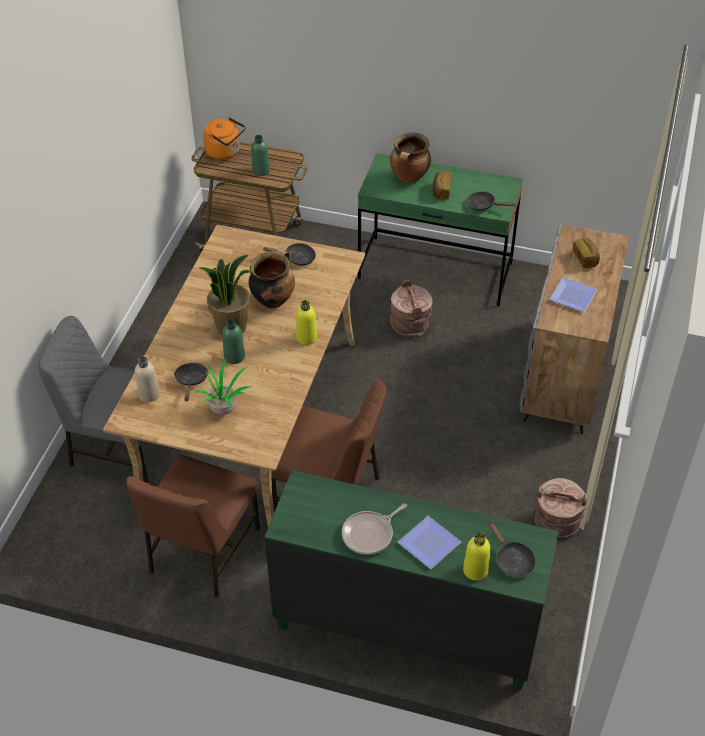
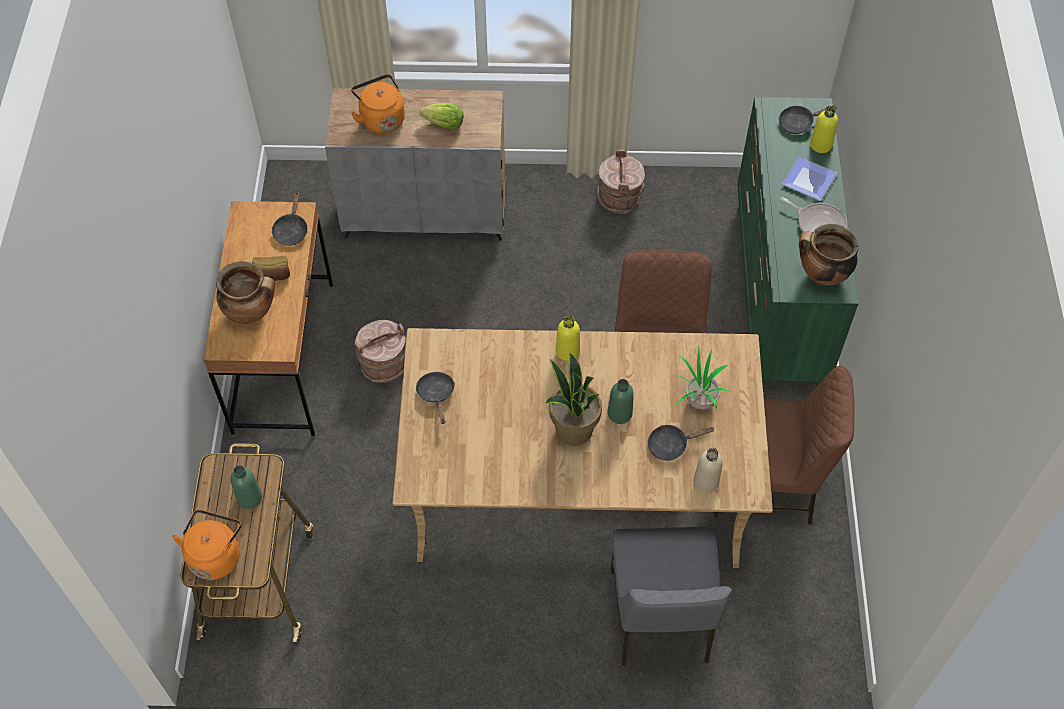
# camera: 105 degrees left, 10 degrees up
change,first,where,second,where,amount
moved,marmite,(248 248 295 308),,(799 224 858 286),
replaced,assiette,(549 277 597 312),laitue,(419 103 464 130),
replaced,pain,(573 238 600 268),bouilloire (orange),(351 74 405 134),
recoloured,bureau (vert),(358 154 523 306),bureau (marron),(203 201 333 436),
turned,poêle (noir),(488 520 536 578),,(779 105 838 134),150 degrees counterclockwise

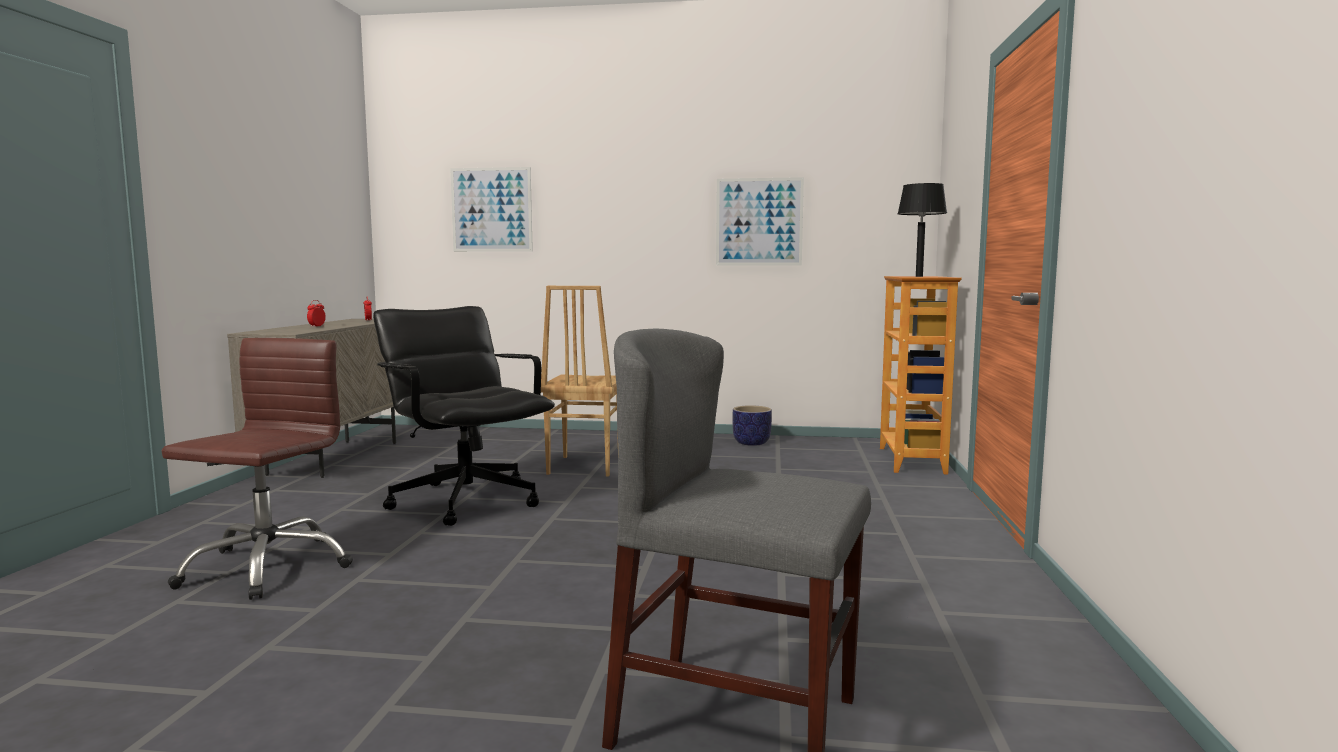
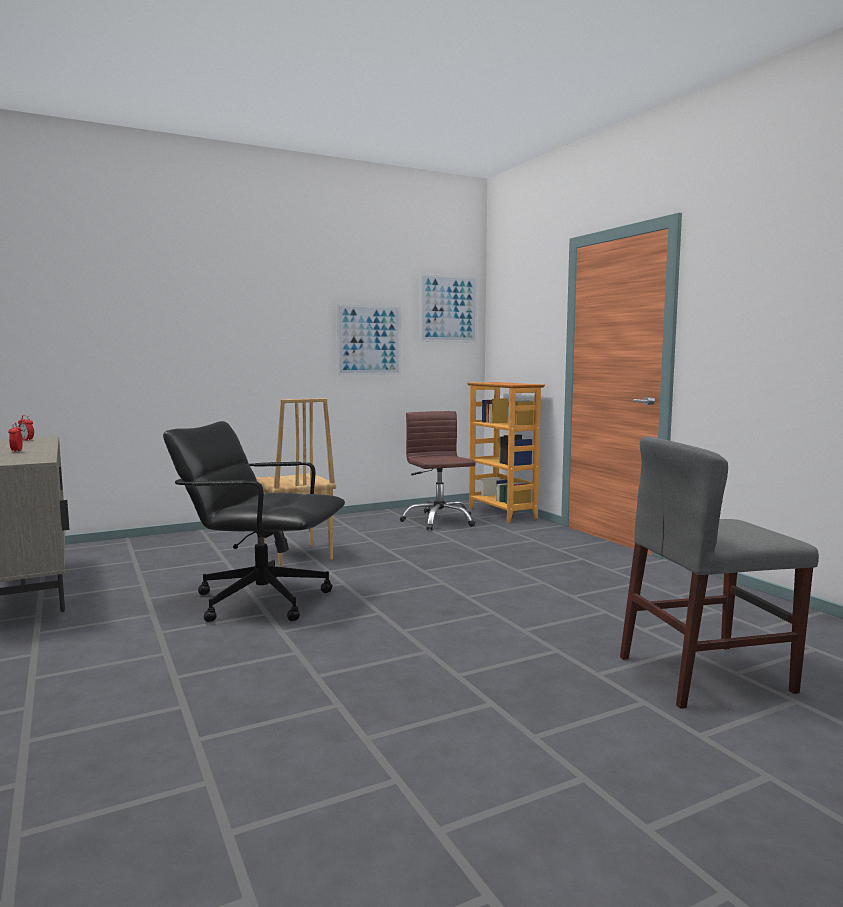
# camera: 35 degrees left, 0 degrees up
change,first,where,second,where,amount
removed,cache-pot,(732 405 772 446),,,
removed,lampe de table (noir),(898 183 947 277),,,
moved,chaise de bureau (marron),(162 338 353 600),,(400 411 476 530),
moved,tableau,(450 167 533 252),,(420 274 478 343),

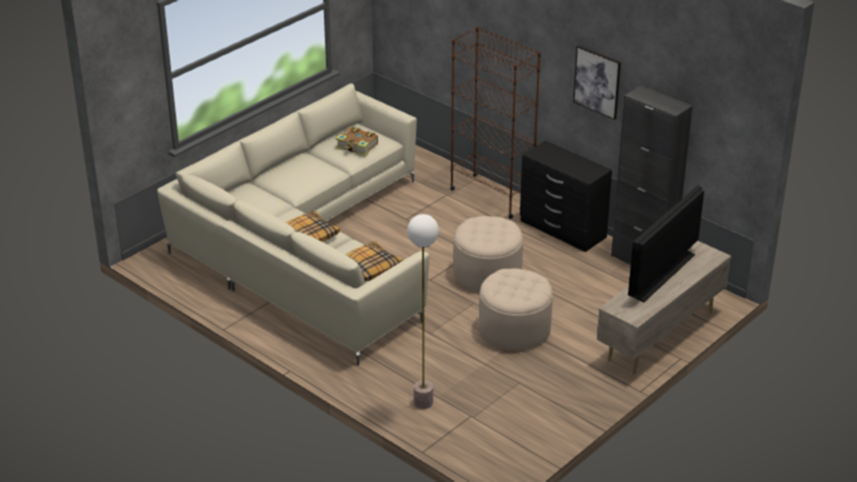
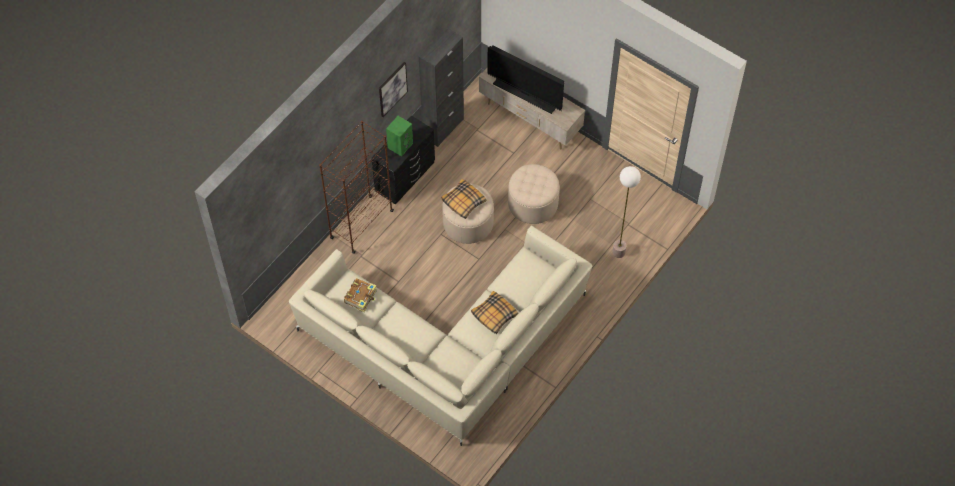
# camera: 95 degrees left, 25 degrees up
change,first,where,second,where,amount
added,,,enceinte (vert),(386 116 413 156),
moved,coussin,(345 241 403 282),,(441 179 487 219),

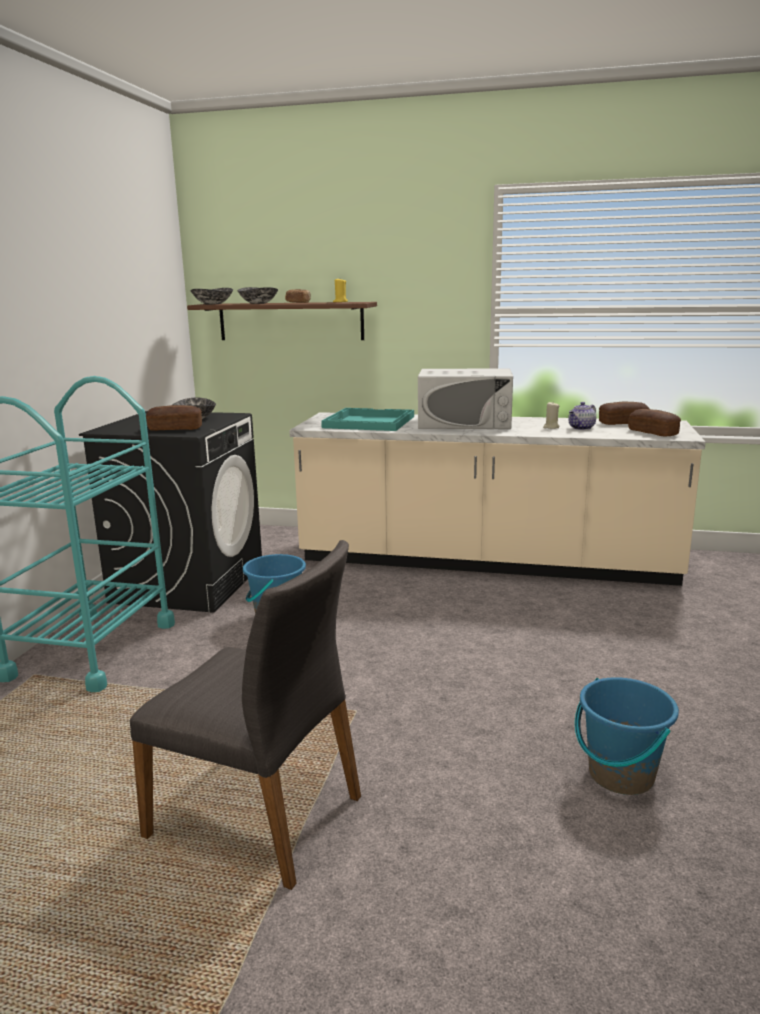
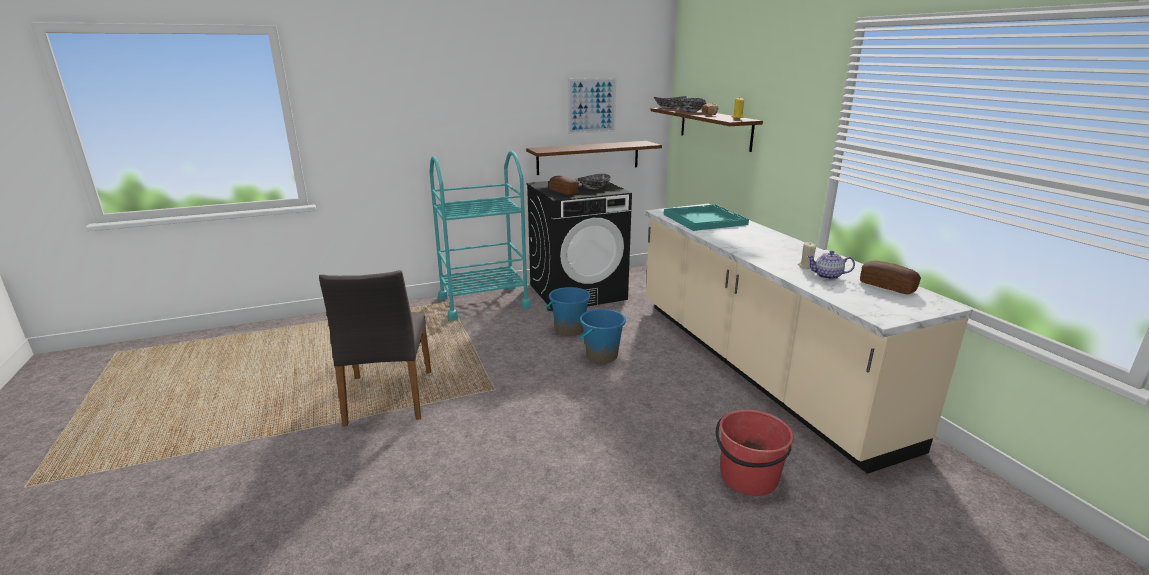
# camera: 55 degrees right, 5 degrees up
change,first,where,second,where,amount
removed,micro-ondes (blanc),(418 368 513 429),,,
removed,pain,(628 409 681 436),,,
added,,,étagère (marron),(526 141 662 175),
added,,,tableau,(568 78 616 134),
added,,,seau (rouge),(716 409 794 496),
moved,seau (bleu),(575 677 679 795),,(579 309 626 363),

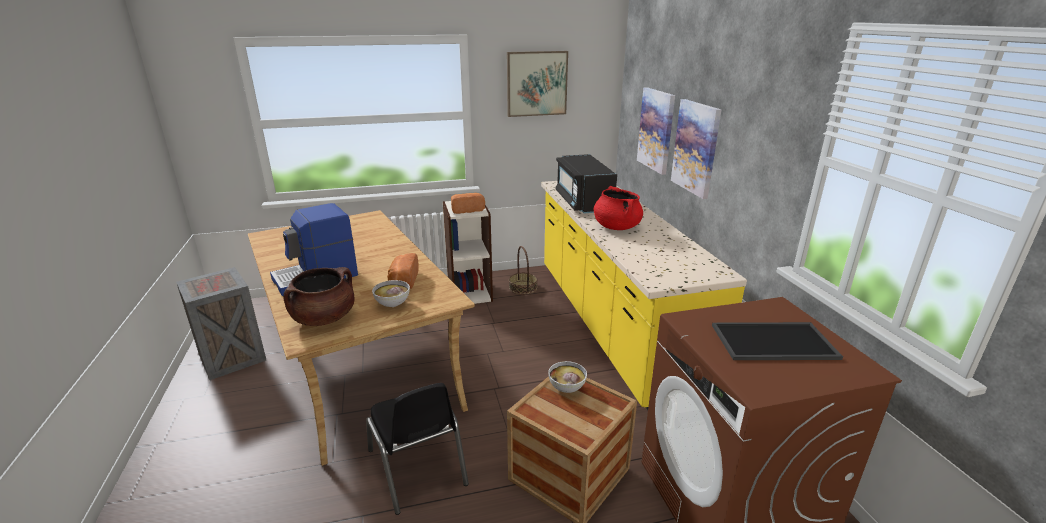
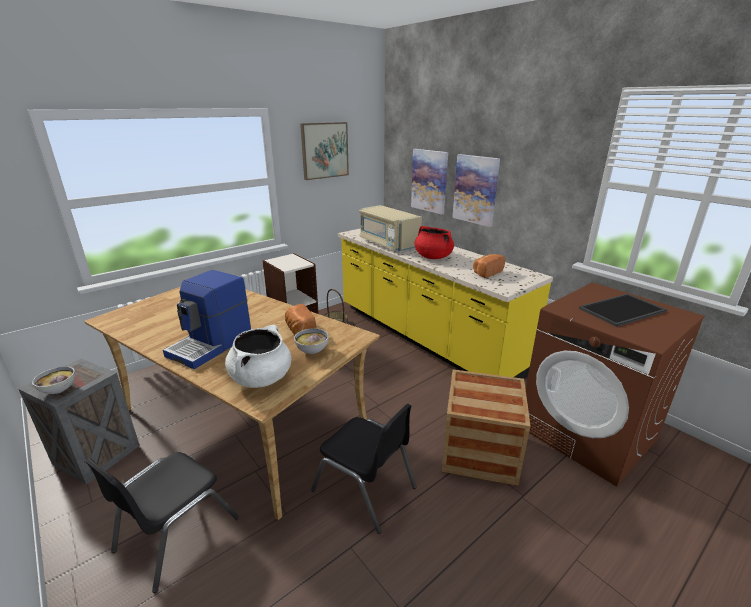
# camera: 25 degrees left, 0 degrees up
change,first,where,second,where,amount
added,,,chaise (noir),(84 452 239 593),
moved,pain,(451 193 485 214),,(473 254 505 278),
moved,bol,(548 361 587 393),,(32 366 75 394),
recoloured,marmite (marron),(283 267 354 326),marmite (blanc),(225 325 291 388),
recoloured,micro-ondes (noir),(555 154 617 213),micro-ondes (beige),(359 205 422 251),

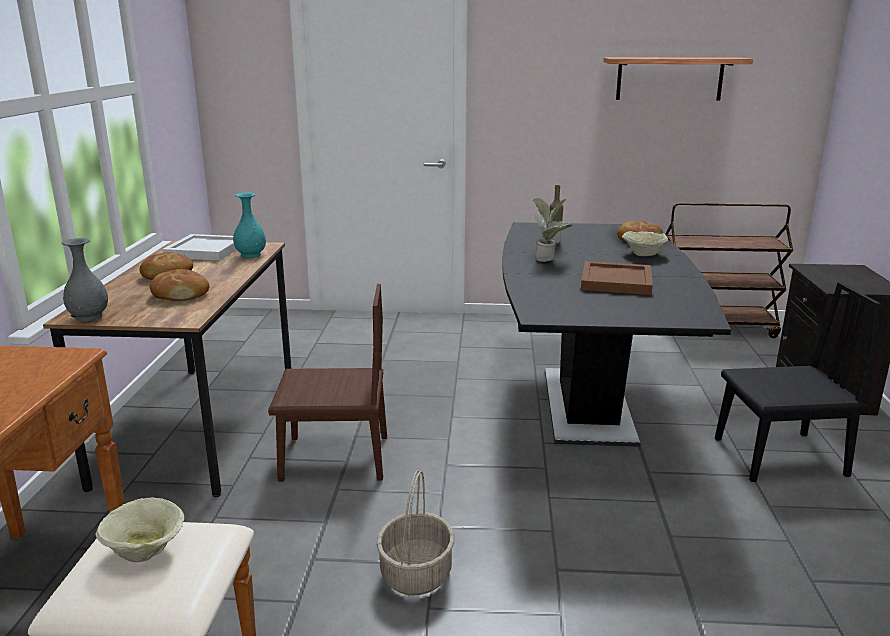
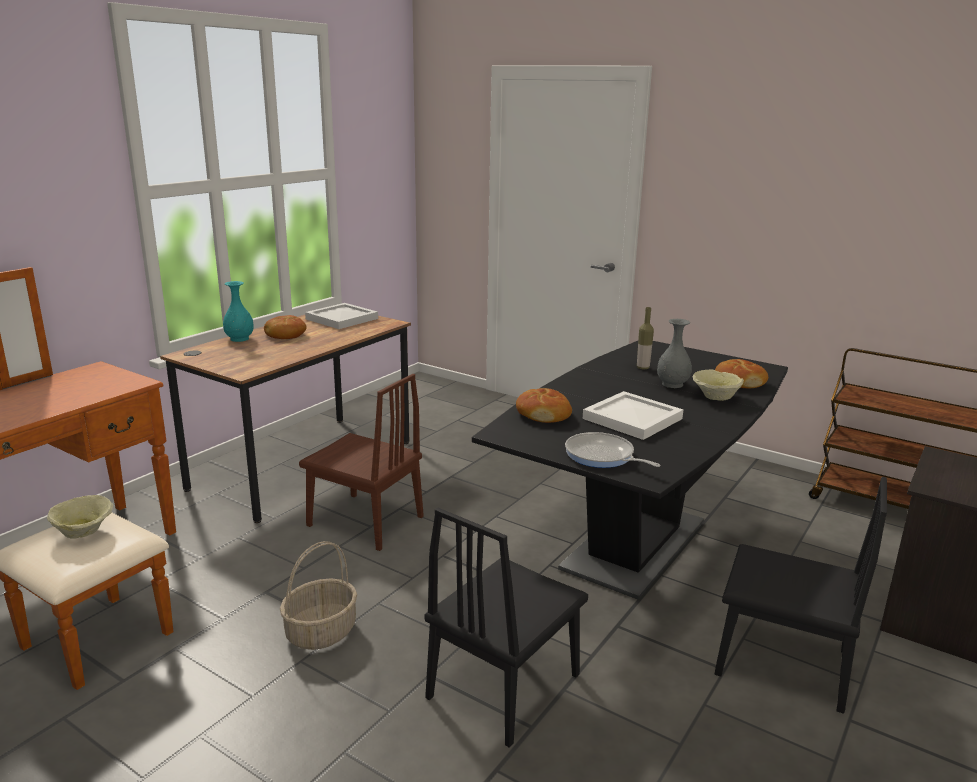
# camera: 30 degrees right, 0 degrees up
change,first,where,second,where,amount
removed,plante en pot,(532 198 572 262),,,
removed,étagère,(603 57 753 100),,,
added,,,chaise (noir),(425 508 588 748),
added,,,poêle,(565 432 660 468),
moved,vase (gris),(62 238 108 322),,(657 319 692 388),
moved,pain,(150 269 210 301),,(516 388 572 423),
moved,vase (turquoise),(233 193 266 258),,(223 281 254 342),
recoloured,plateau (marron),(581 261 653 295),plateau (blanc),(583 391 683 440),

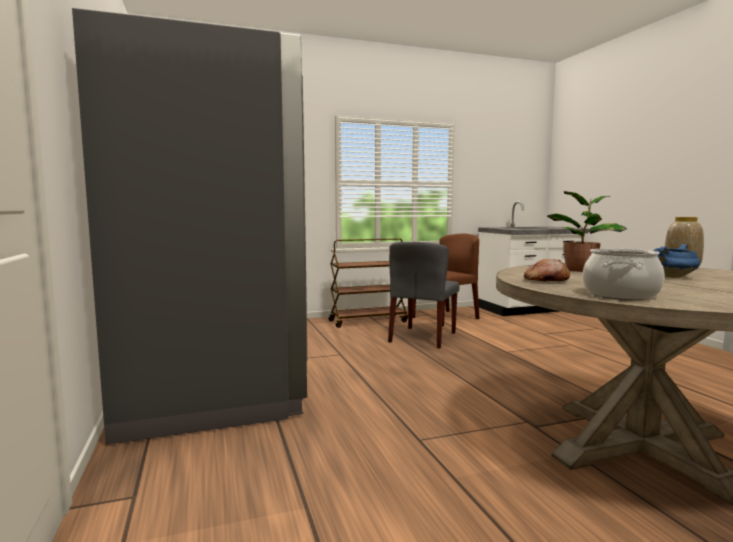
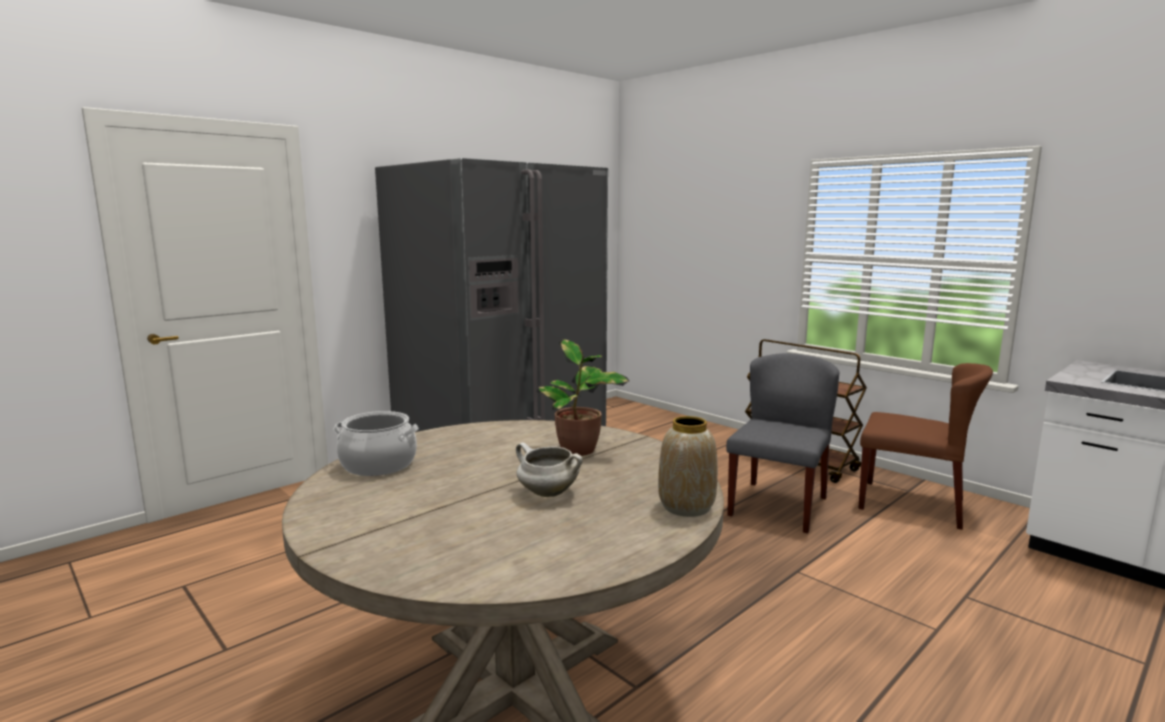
# camera: 65 degrees right, 5 degrees up
change,first,where,second,where,amount
removed,pain,(524 259 570 282),,,
recoloured,marmite (bleu),(654 244 700 278),marmite (blanc),(516 442 583 497),
turned,chaise (gris),(388 242 460 349),,(726 353 839 534),120 degrees clockwise

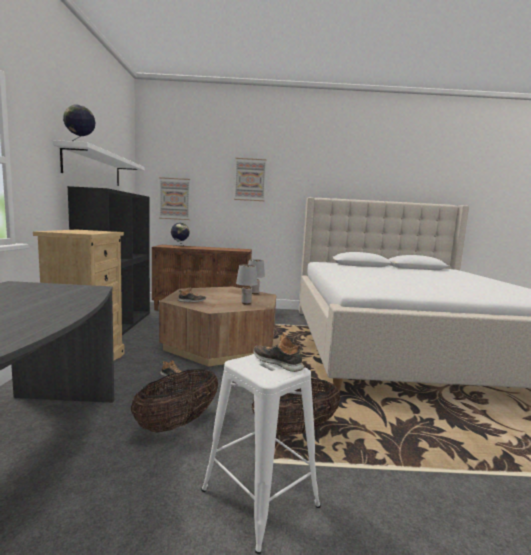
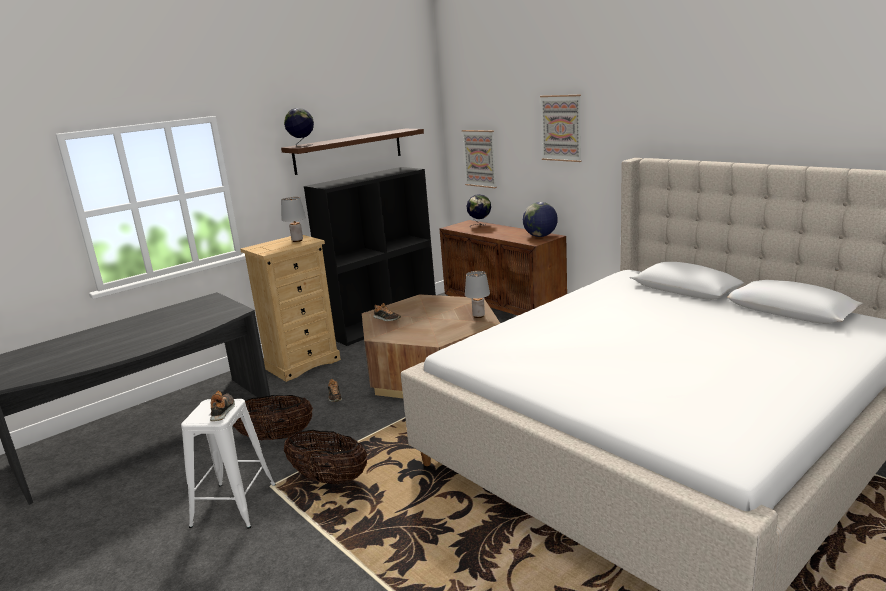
# camera: 50 degrees right, 10 degrees up
change,first,where,second,where,amount
added,,,globe,(523 202 558 237),
moved,lampe de table (gris),(236 265 258 305),,(281 197 306 242),
recoloured,étagère (blanc),(53 140 145 186),étagère (marron),(281 129 424 175),

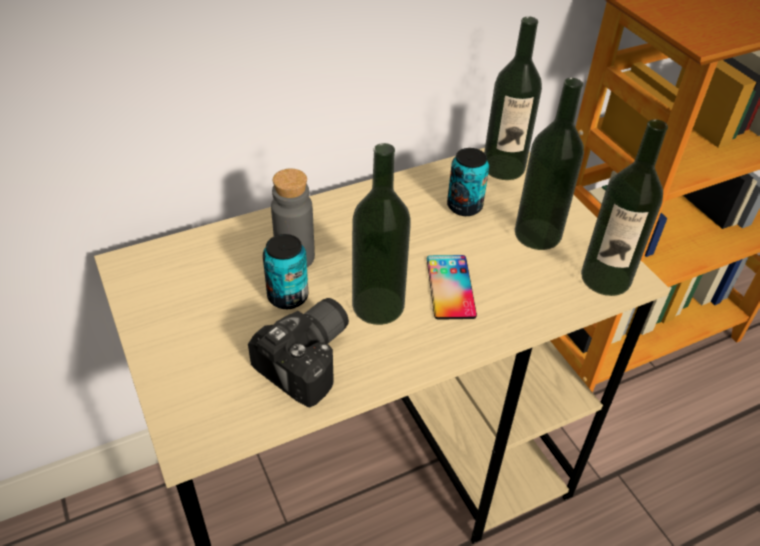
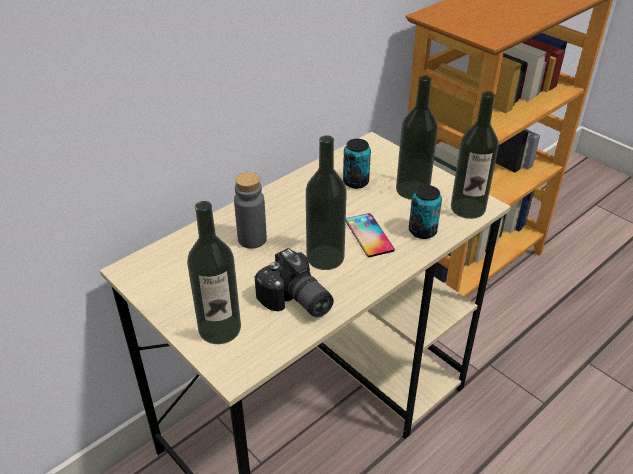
# camera: 15 degrees left, 5 degrees down
change,first,where,second,where,amount
moved,boîte métallique,(263 234 308 309),,(409 185 442 239),
moved,bouteille,(484 16 542 180),,(187 201 241 344),
turned,appareil photo,(248 298 349 407),,(255 248 334 317),120 degrees clockwise

